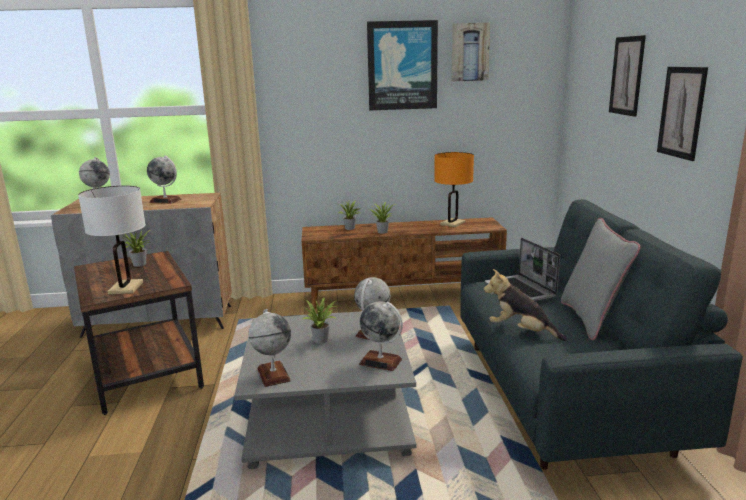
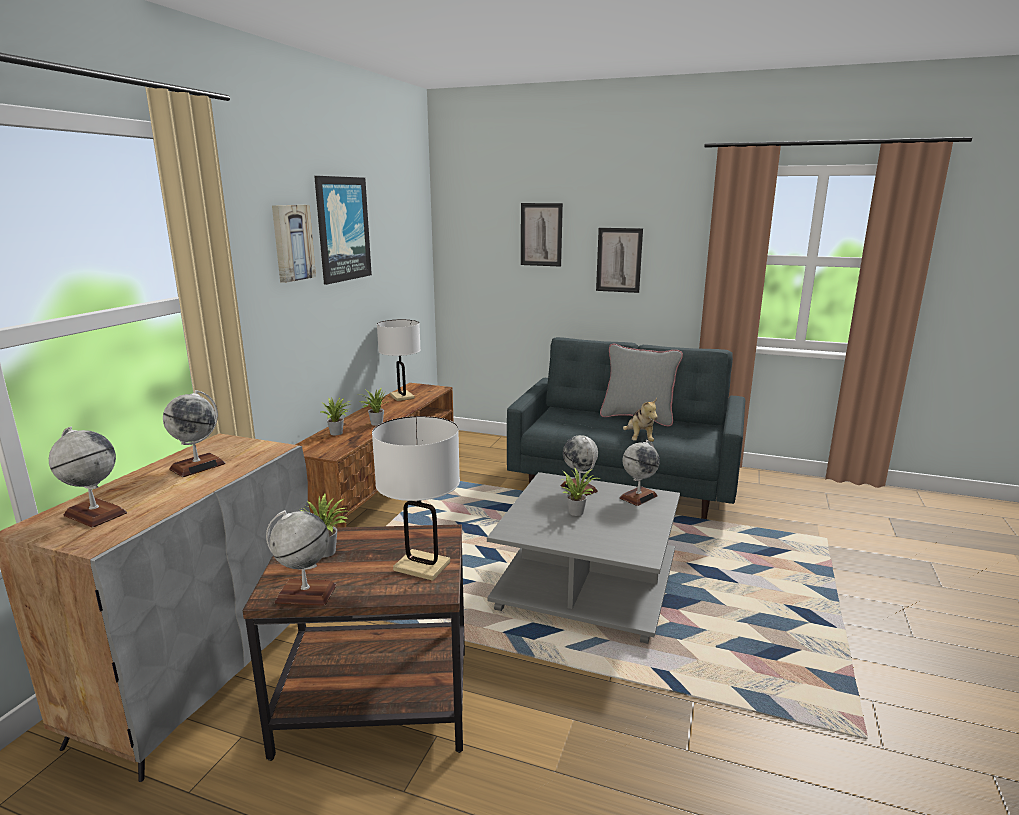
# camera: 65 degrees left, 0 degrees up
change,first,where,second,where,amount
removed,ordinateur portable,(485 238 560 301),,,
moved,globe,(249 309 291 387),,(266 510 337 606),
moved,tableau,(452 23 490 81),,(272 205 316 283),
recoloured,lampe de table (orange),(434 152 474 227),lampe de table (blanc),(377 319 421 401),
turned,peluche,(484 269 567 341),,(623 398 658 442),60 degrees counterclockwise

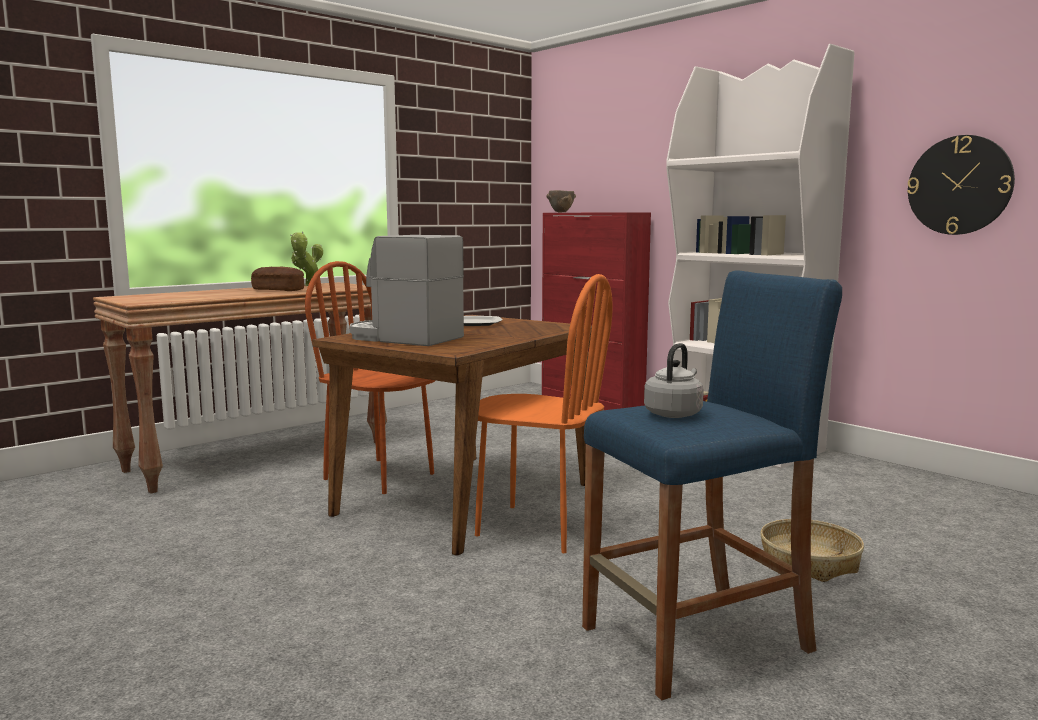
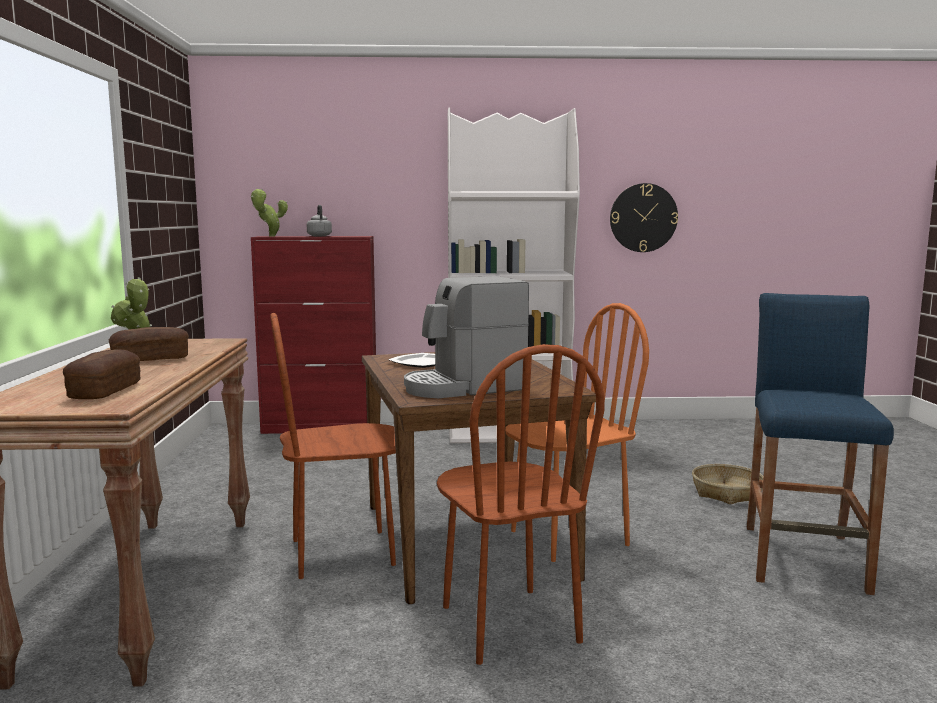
# camera: 50 degrees left, 0 degrees up
change,first,where,second,where,amount
added,,,pain,(63 349 140 399),
added,,,chaise (marron),(437 344 605 665),
moved,bouilloire (gris),(644 343 704 418),,(307 205 332 236),
replaced,bol (marron),(546 190 576 212),plante en pot,(251 189 288 237),

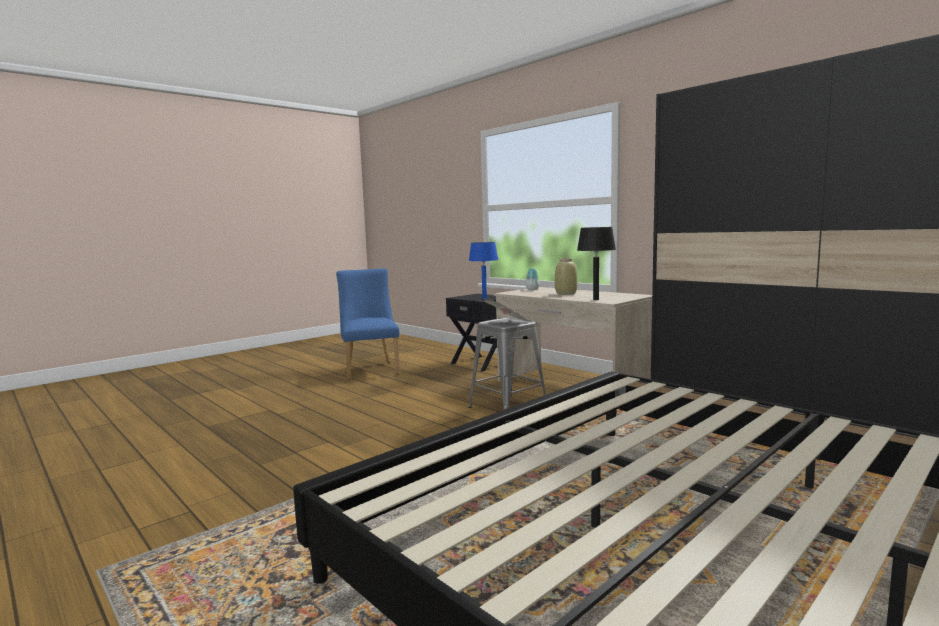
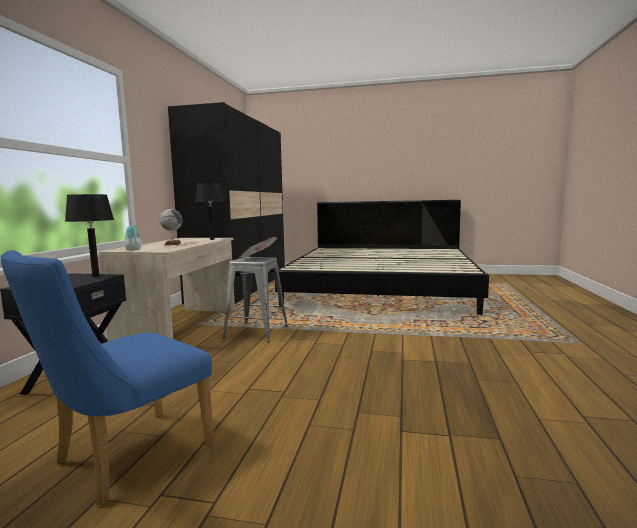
# camera: 125 degrees left, 0 degrees up
change,first,where,second,where,amount
replaced,vase (beige),(555 258 577 295),globe,(159 208 183 245),
recoloured,lampe de table (bleu),(469 242 498 300),lampe de table (noir),(65 194 114 277),

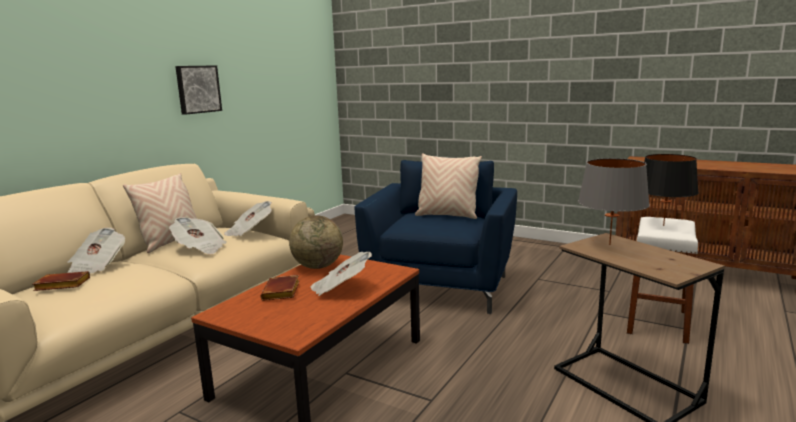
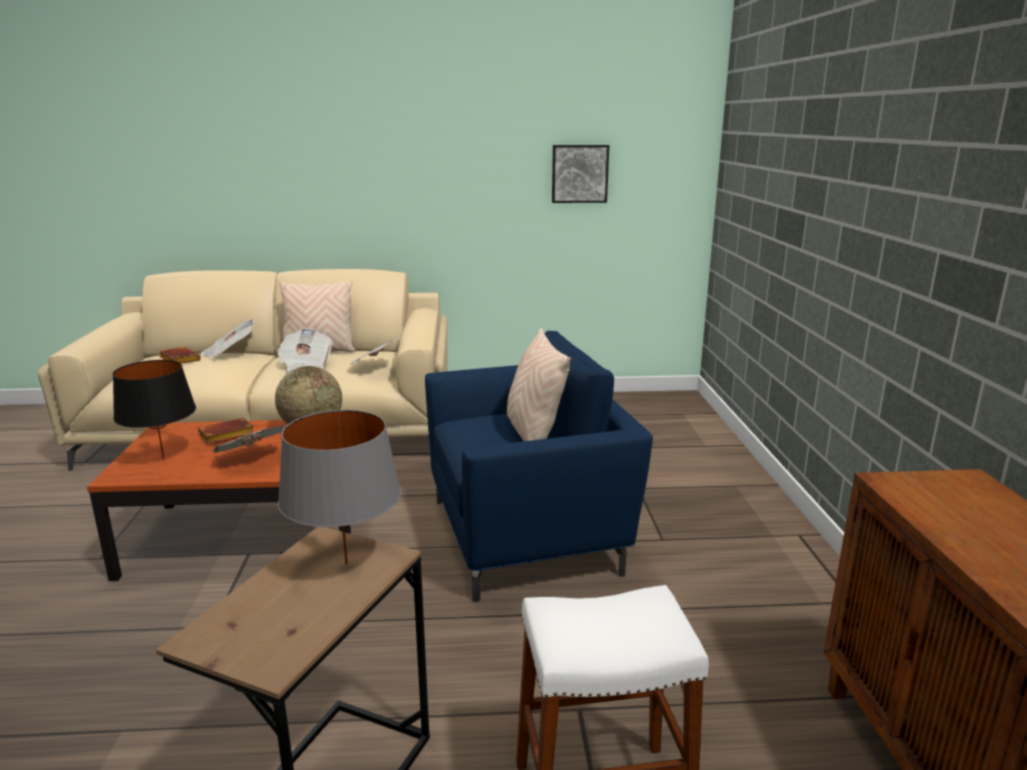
# camera: 55 degrees right, 5 degrees up
change,first,where,second,where,amount
moved,tableau,(175 65 222 115),,(552 145 609 203),
moved,lampe de table (noir),(644 154 699 226),,(113 360 196 458),

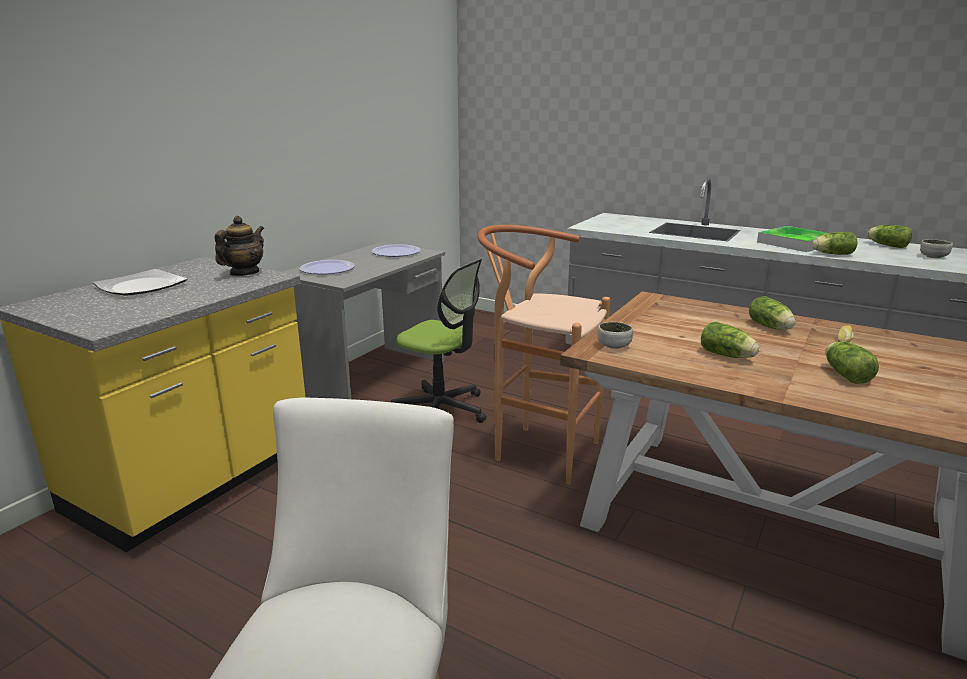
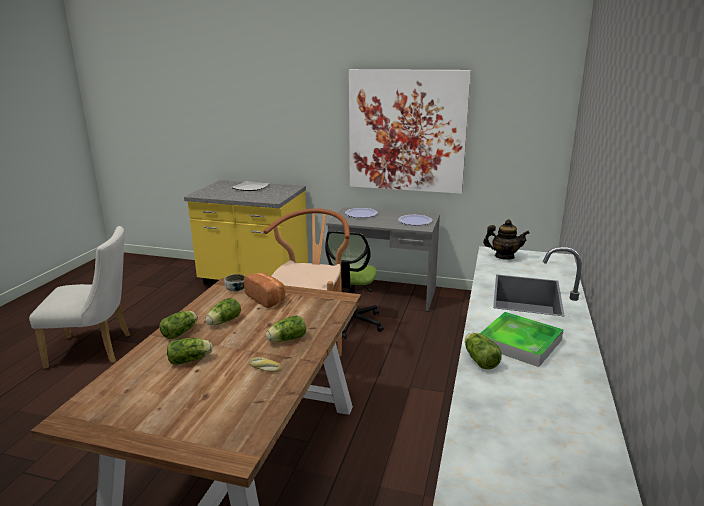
# camera: 75 degrees right, 0 degrees up
change,first,where,second,where,amount
removed,bol,(920 239 953 258),,,
added,,,pain,(244 273 285 308),
added,,,tableau,(349 69 471 194),
moved,théière,(215 216 264 276),,(483 219 529 260),
moved,laitue,(867 225 912 248),,(159 311 198 339),

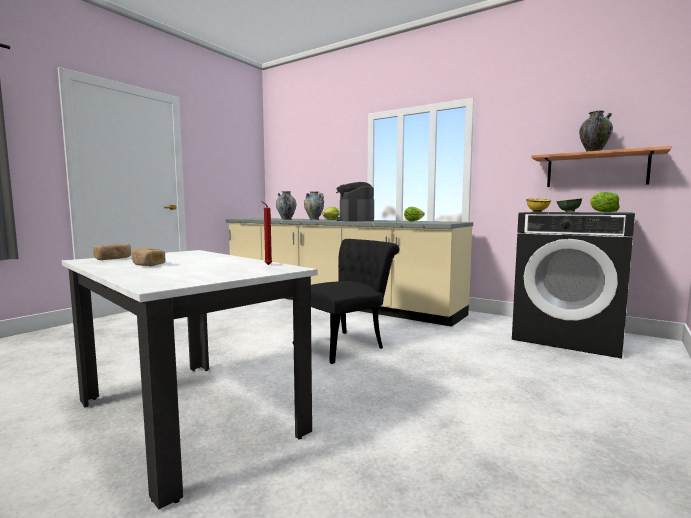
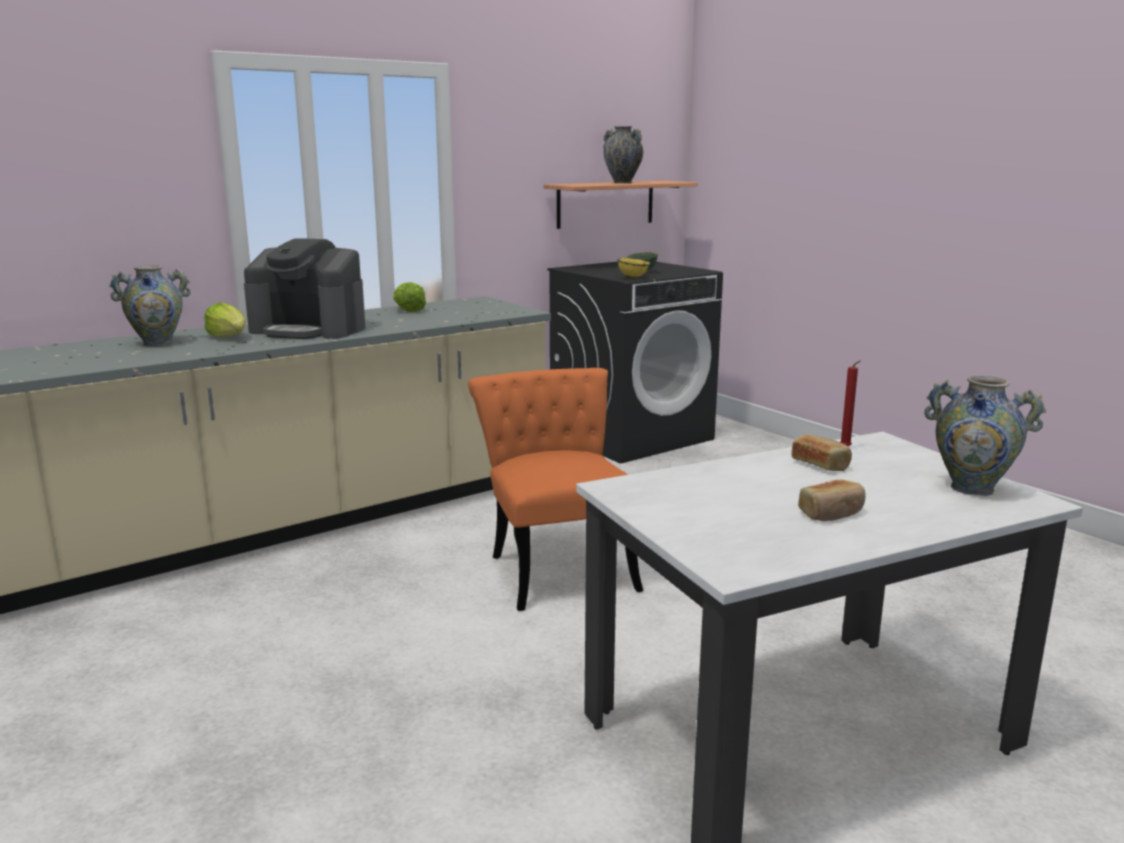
# camera: 70 degrees left, 10 degrees up
change,first,where,second,where,amount
removed,laitue,(590 192 620 212),,,
moved,pain,(93 244 131 260),,(791 434 852 471),
moved,vase,(276 191 296 220),,(924 376 1046 496),
recoloured,chaise (noir),(292 239 400 364),chaise (orange),(468 368 643 611),

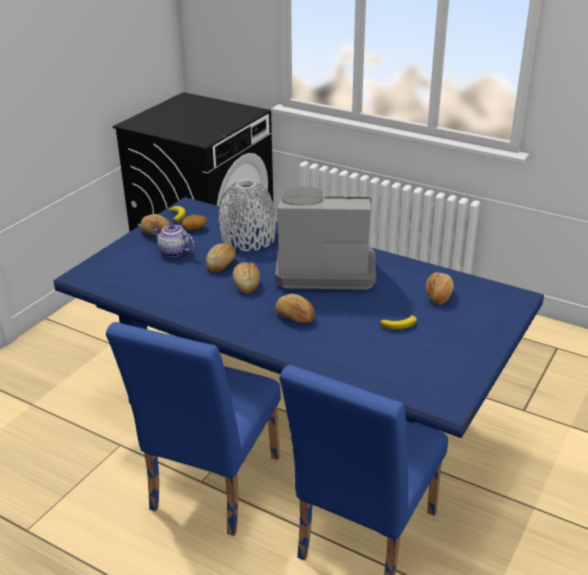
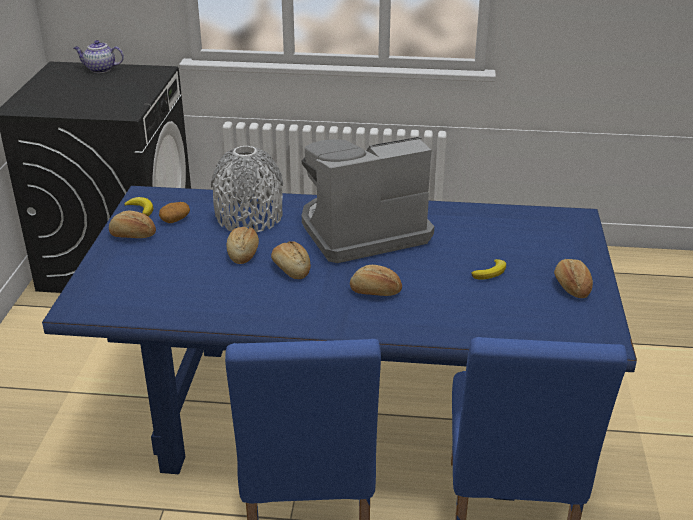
# camera: 25 degrees left, 0 degrees up
change,first,where,second,where,amount
moved,théière,(151 224 195 257),,(74 40 124 73),
moved,pain,(426 272 454 305),,(554 259 593 298),

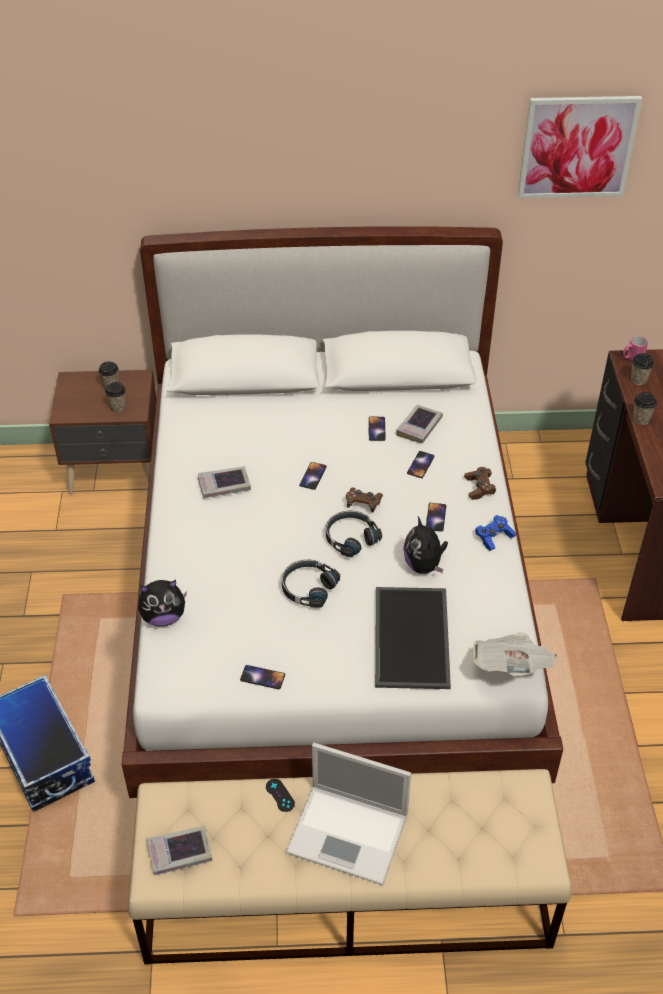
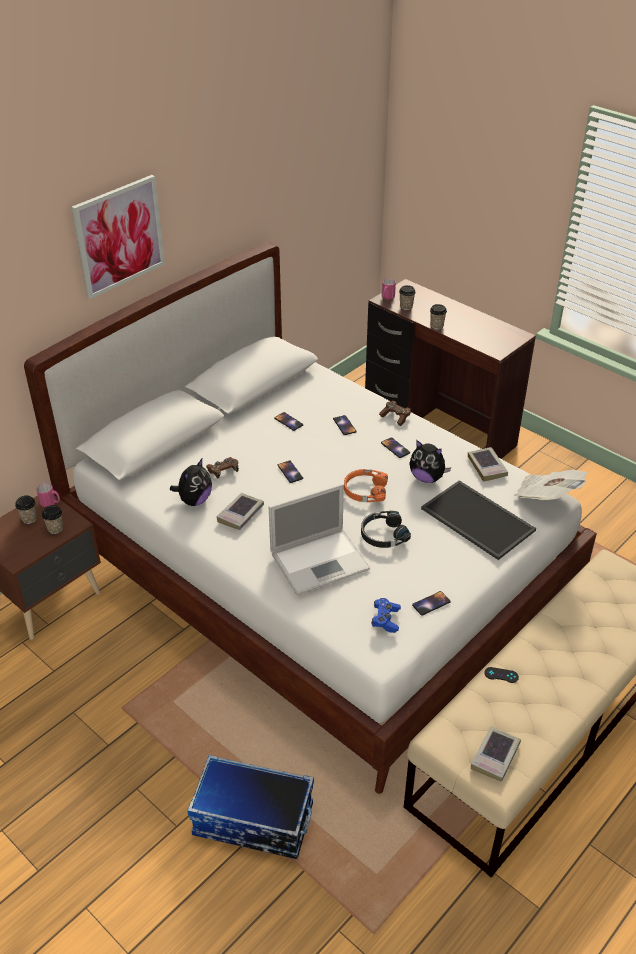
# camera: 45 degrees left, 5 degrees down
change,first,where,second,where,amount
added,,,mug (rose),(37 483 60 507),
moved,peluche,(138 580 187 627),,(170 459 212 506),
moved,ordinateur portable,(286 743 411 885),,(269 483 370 595),
moved,manette (marron),(346 488 383 512),,(206 457 239 479),
moved,livre,(396 405 443 444),,(468 447 508 482),
moved,manette (bleu),(475 515 516 551),,(371 598 401 633),
moved,tableau,(518 96 642 198),,(72 175 165 299),
recoloured,casque audio (noir),(326 511 382 557),casque audio (orange),(344 469 388 502),

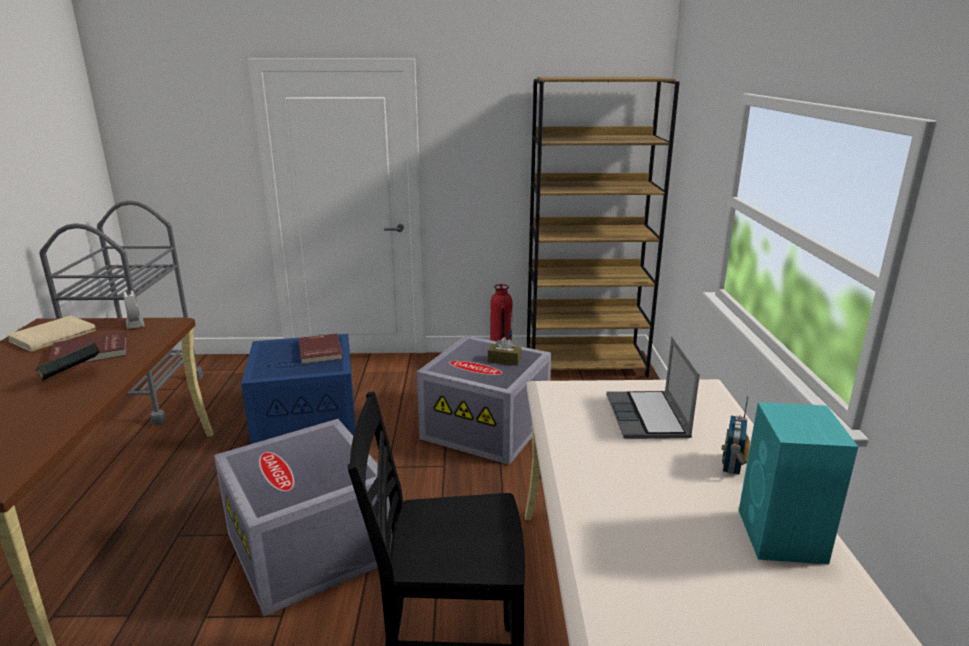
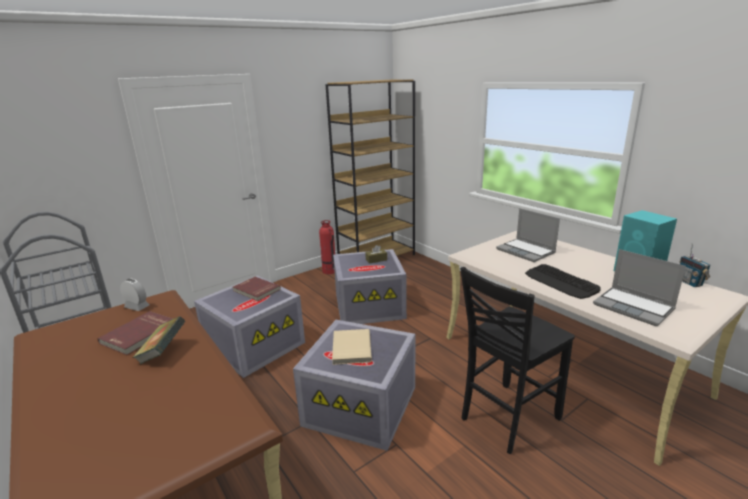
# camera: 35 degrees left, 0 degrees up
change,first,where,second,where,amount
added,,,clavier,(525 264 601 299),
added,,,ordinateur portable,(593 249 686 326),
moved,livre (beige),(7 315 96 352),,(332 329 372 365),
moved,radio,(722 397 750 475),,(680 243 710 287),
recoloured,boîte de rangement (bleu),(241 334 355 444),boîte de rangement (gris),(194 275 305 378),

